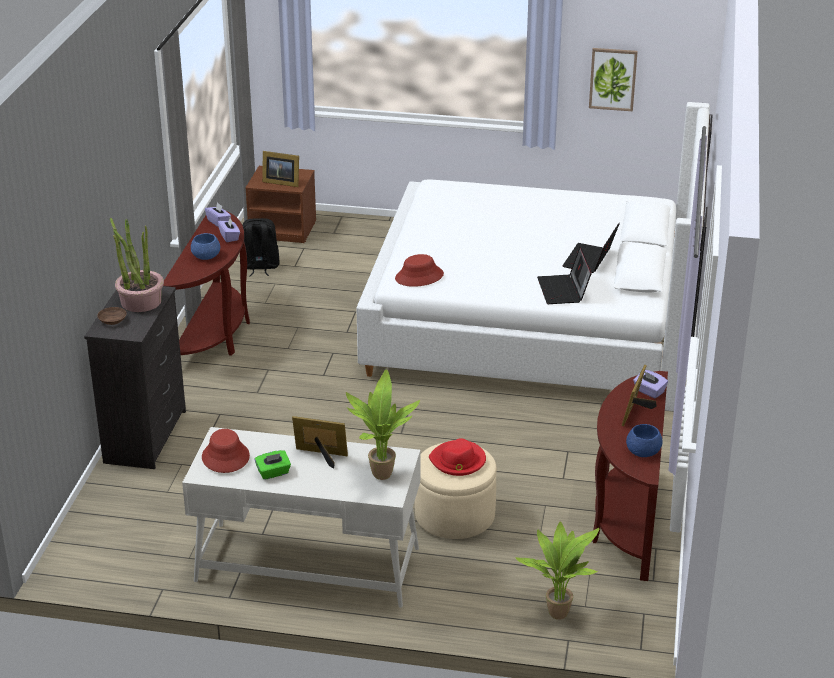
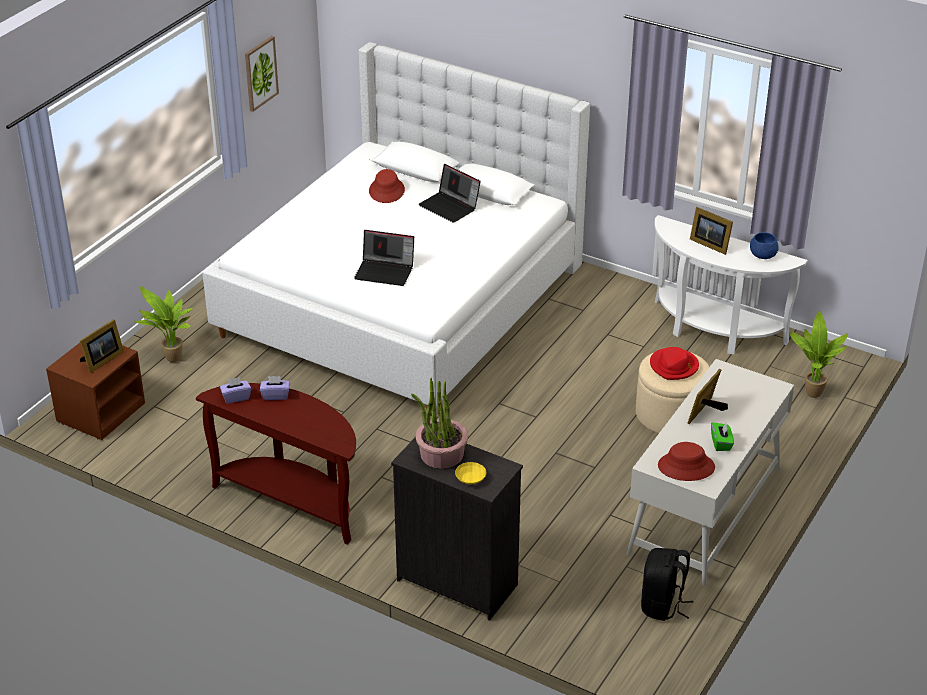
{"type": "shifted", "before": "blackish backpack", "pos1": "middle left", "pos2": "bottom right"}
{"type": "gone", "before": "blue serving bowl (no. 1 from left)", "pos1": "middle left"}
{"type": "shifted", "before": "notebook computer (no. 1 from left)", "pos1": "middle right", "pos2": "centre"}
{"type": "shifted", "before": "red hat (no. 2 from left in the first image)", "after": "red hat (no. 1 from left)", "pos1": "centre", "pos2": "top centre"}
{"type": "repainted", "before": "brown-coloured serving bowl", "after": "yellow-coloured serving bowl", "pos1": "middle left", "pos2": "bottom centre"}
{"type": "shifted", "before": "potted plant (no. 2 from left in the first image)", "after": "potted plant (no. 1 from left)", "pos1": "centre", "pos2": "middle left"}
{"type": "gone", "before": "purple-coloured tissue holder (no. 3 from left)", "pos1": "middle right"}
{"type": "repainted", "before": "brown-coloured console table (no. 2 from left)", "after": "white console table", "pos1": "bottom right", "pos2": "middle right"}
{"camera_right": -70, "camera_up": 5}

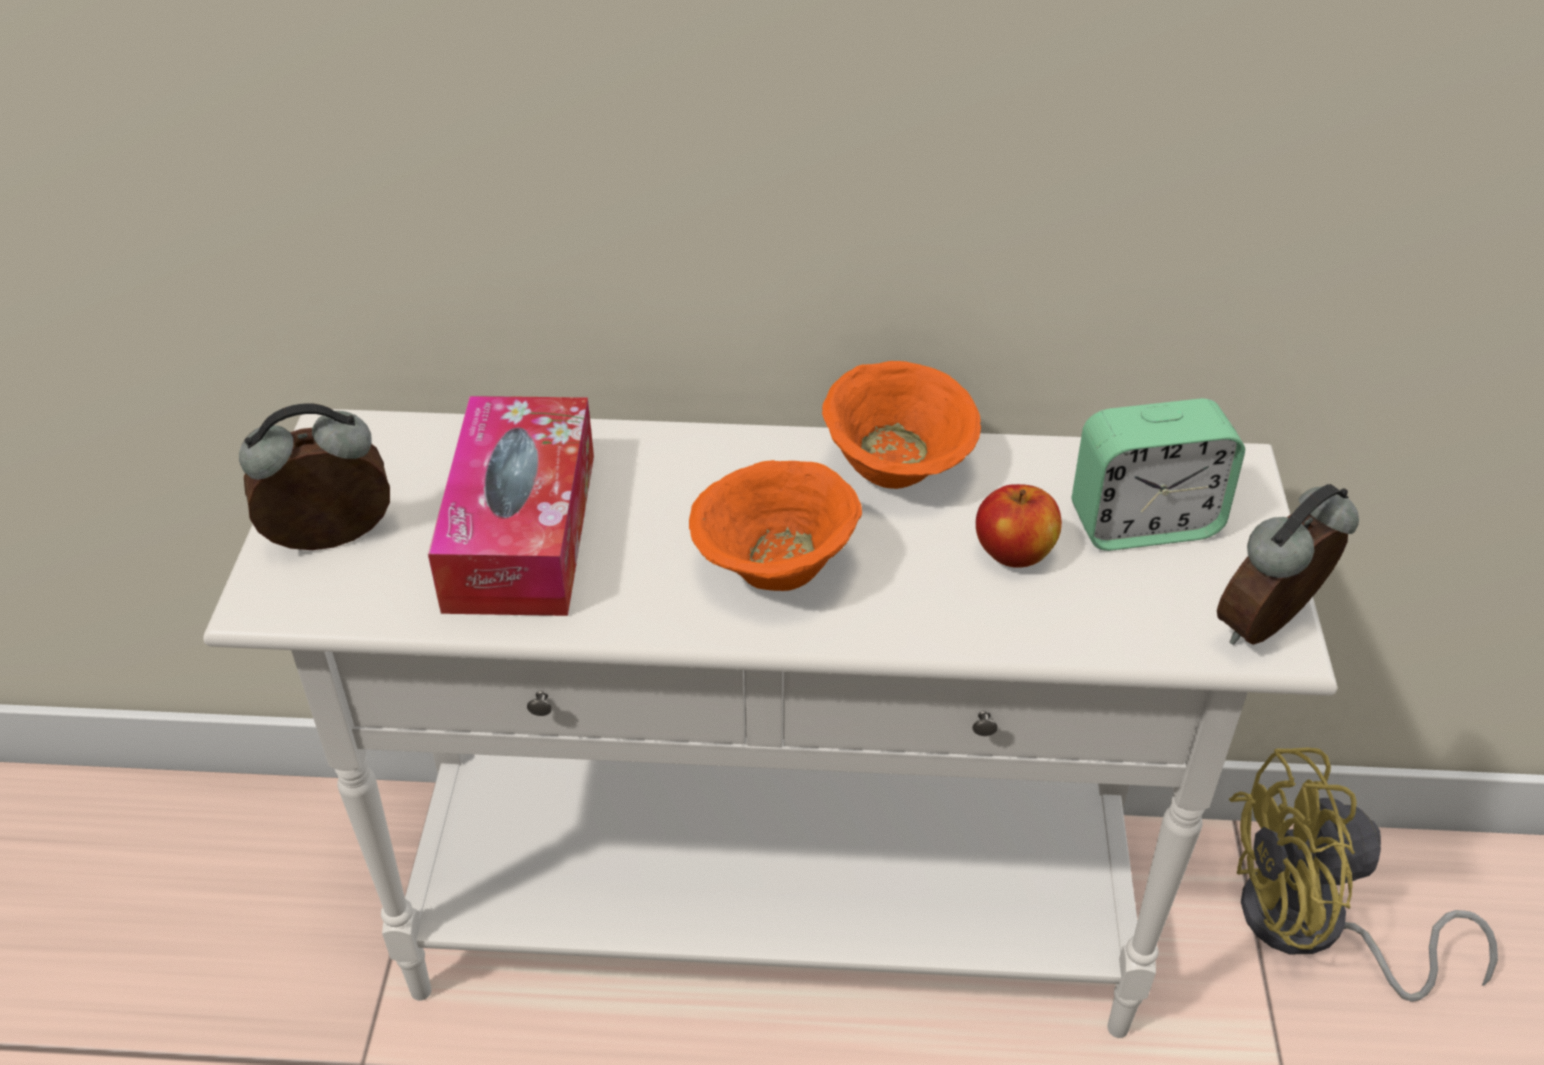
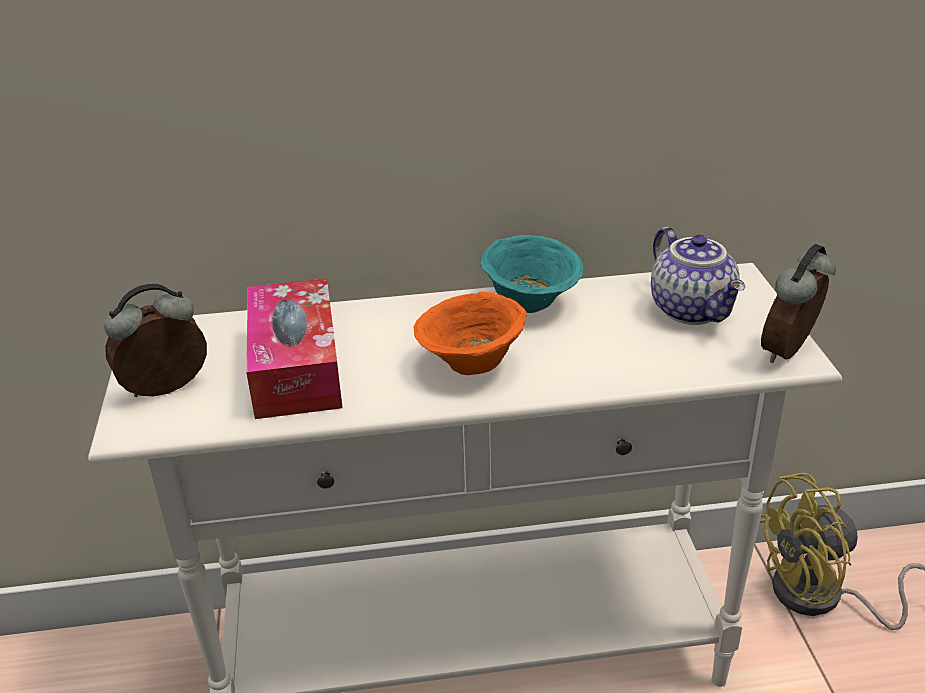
{"type": "repainted", "before": "orange-coloured serving bowl (no. 2 from left)", "after": "turquoise serving bowl", "pos1": "centre", "pos2": "centre"}
{"type": "swapped", "before": "alarm clock (no. 2 from left)", "after": "tea pot", "pos1": "middle right", "pos2": "middle right"}
{"type": "gone", "before": "whole apple", "pos1": "centre"}
{"camera_right": -10, "camera_up": -10}

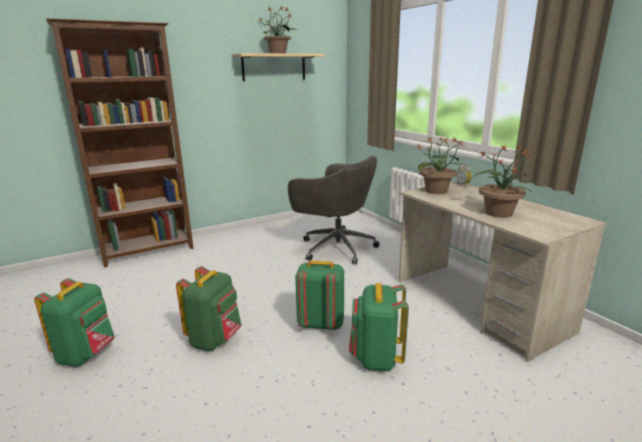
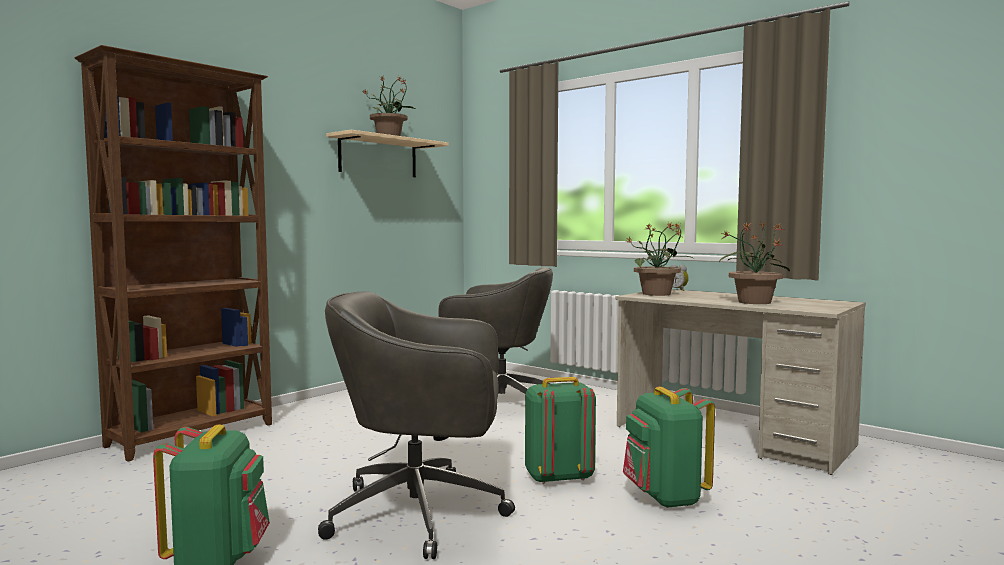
{"type": "swapped", "before": "greenish backpack (no. 2 from left)", "after": "greyish desk chair (no. 1 from left)", "pos1": "bottom left", "pos2": "bottom centre"}
{"camera_right": -20, "camera_up": -15}

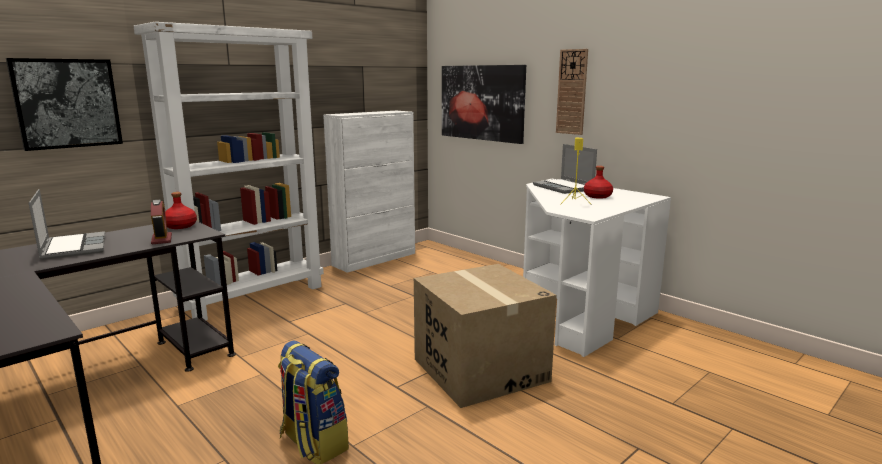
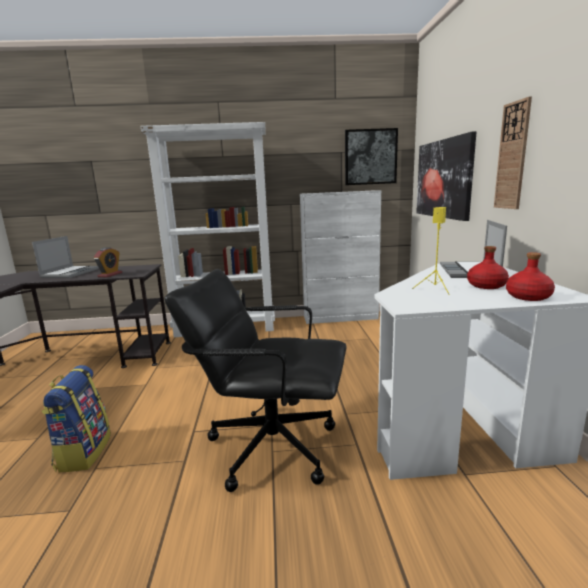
{"type": "shifted", "before": "picture (no. 1 from left)", "pos1": "top left", "pos2": "top centre"}
{"type": "shifted", "before": "red bottle (no. 1 from left in the first image)", "after": "red bottle (no. 2 from left)", "pos1": "middle left", "pos2": "middle right"}
{"type": "swapped", "before": "packing box", "after": "blackish desk chair", "pos1": "bottom centre", "pos2": "centre"}
{"camera_right": 40, "camera_up": 0}

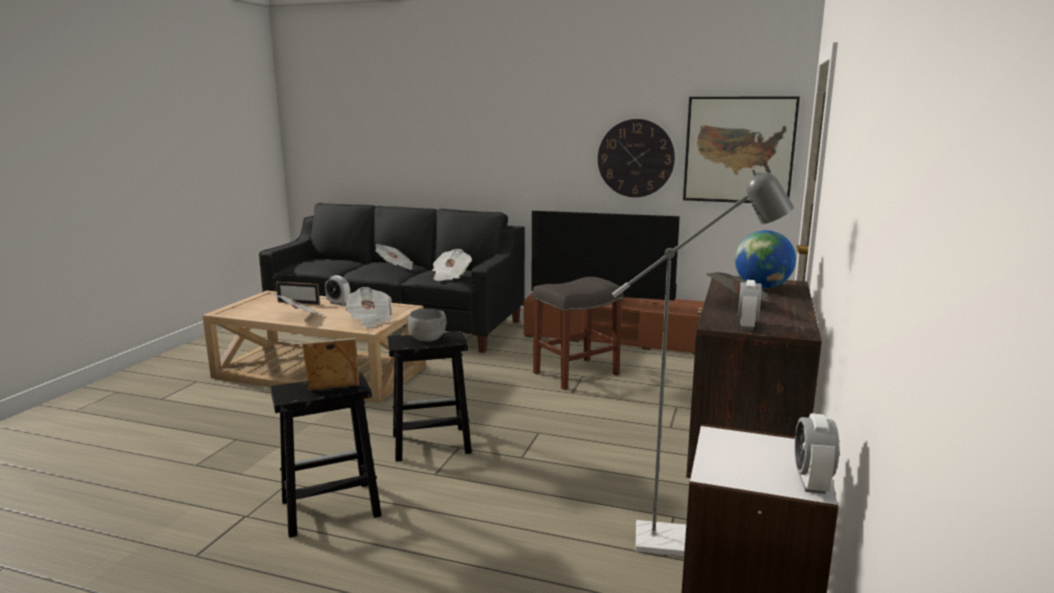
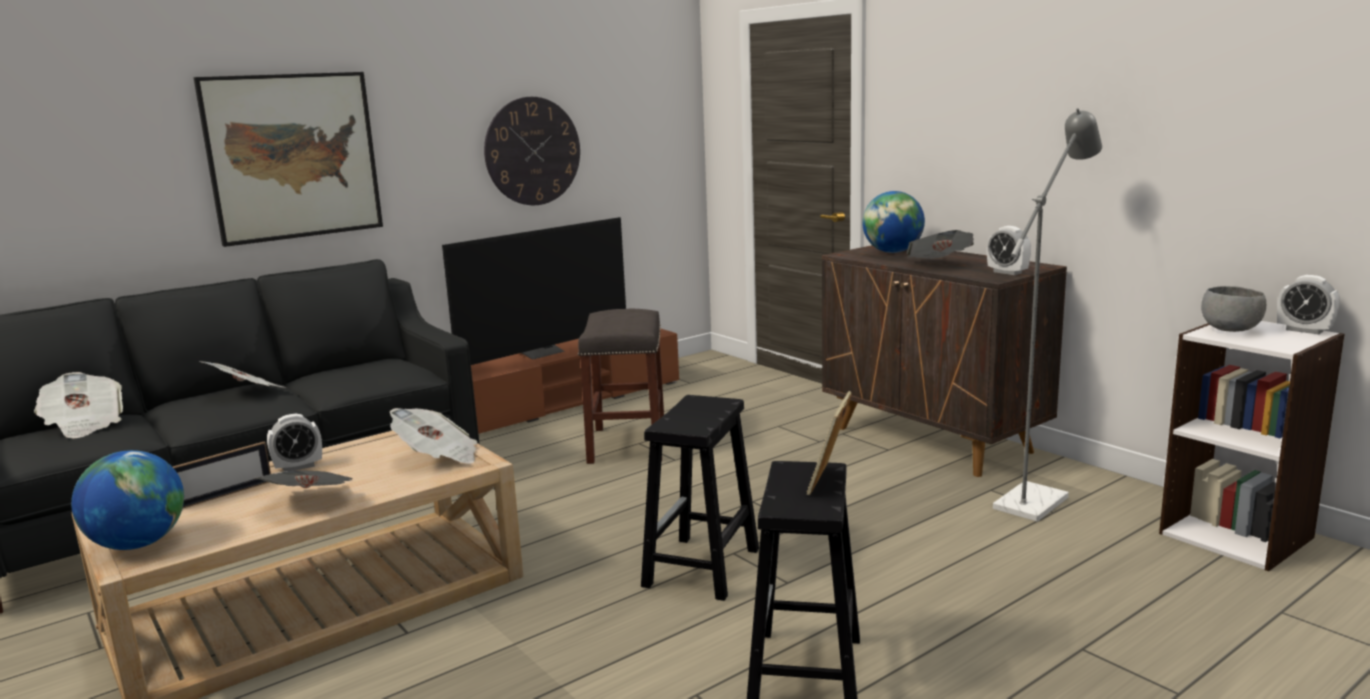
{"type": "shifted", "before": "picture", "pos1": "top right", "pos2": "top left"}
{"type": "shifted", "before": "daily paper (no. 4 from left in the first image)", "after": "daily paper (no. 1 from left)", "pos1": "centre", "pos2": "middle left"}
{"type": "shifted", "before": "greyish serving bowl", "pos1": "centre", "pos2": "middle right"}
{"type": "new", "after": "world globe (no. 1 from left)", "pos2": "bottom left"}
{"camera_right": -55, "camera_up": 0}

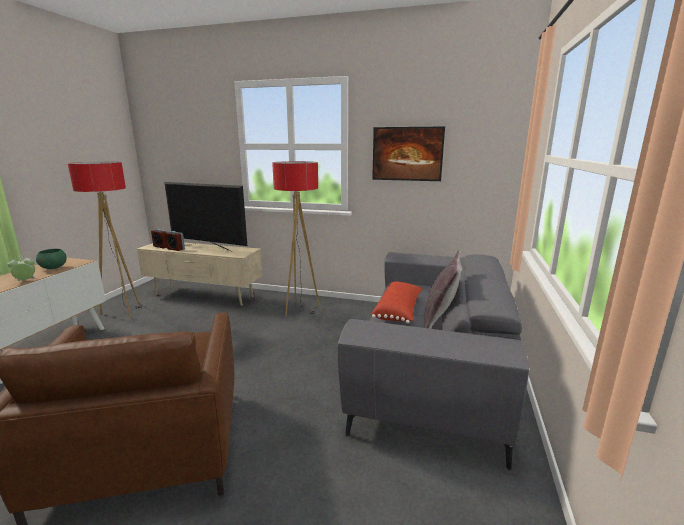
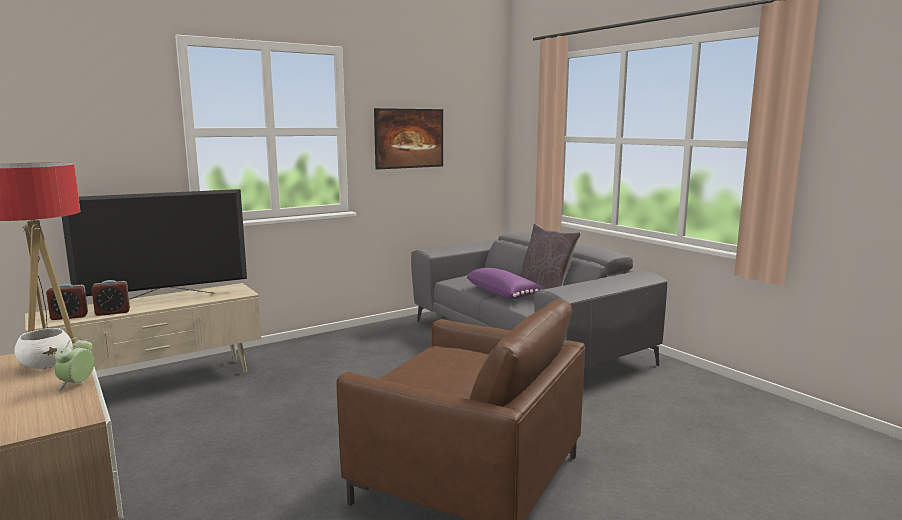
{"type": "gone", "before": "floor lamp (no. 2 from left)", "pos1": "centre"}
{"type": "repainted", "before": "greenish serving bowl", "after": "white serving bowl", "pos1": "middle left", "pos2": "bottom left"}
{"type": "repainted", "before": "red cushion", "after": "purple-coloured cushion", "pos1": "centre", "pos2": "centre"}
{"camera_right": -50, "camera_up": -5}

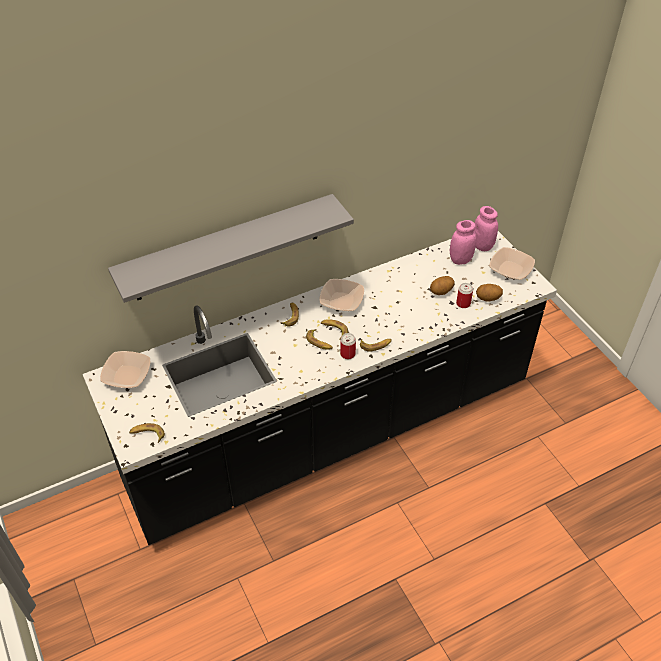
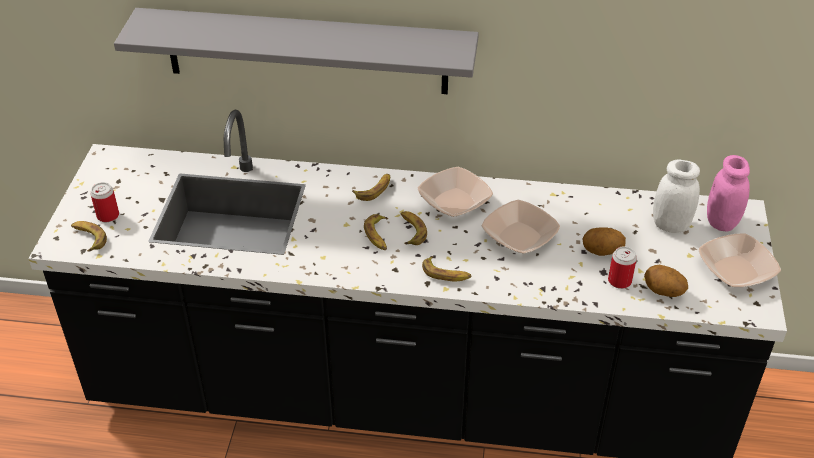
{"type": "repainted", "before": "pink jar (no. 1 from left)", "after": "white jar", "pos1": "middle right", "pos2": "middle right"}
{"type": "shifted", "before": "can (no. 1 from left)", "pos1": "centre", "pos2": "middle left"}
{"type": "shifted", "before": "serving bowl (no. 1 from left in the first image)", "after": "serving bowl (no. 2 from left)", "pos1": "middle left", "pos2": "centre"}
{"camera_right": 35, "camera_up": -5}

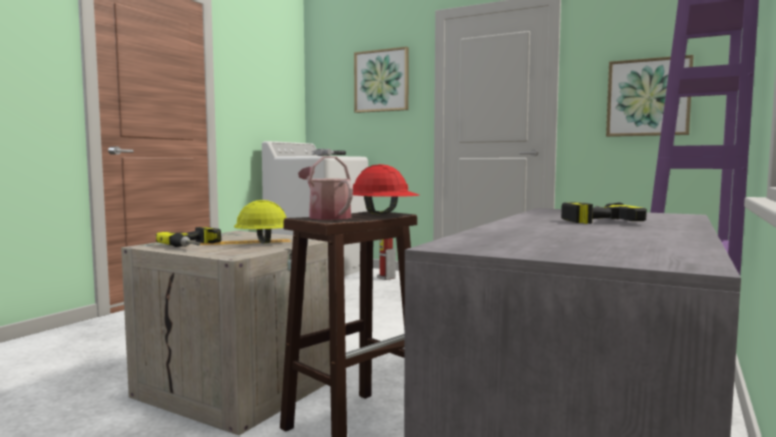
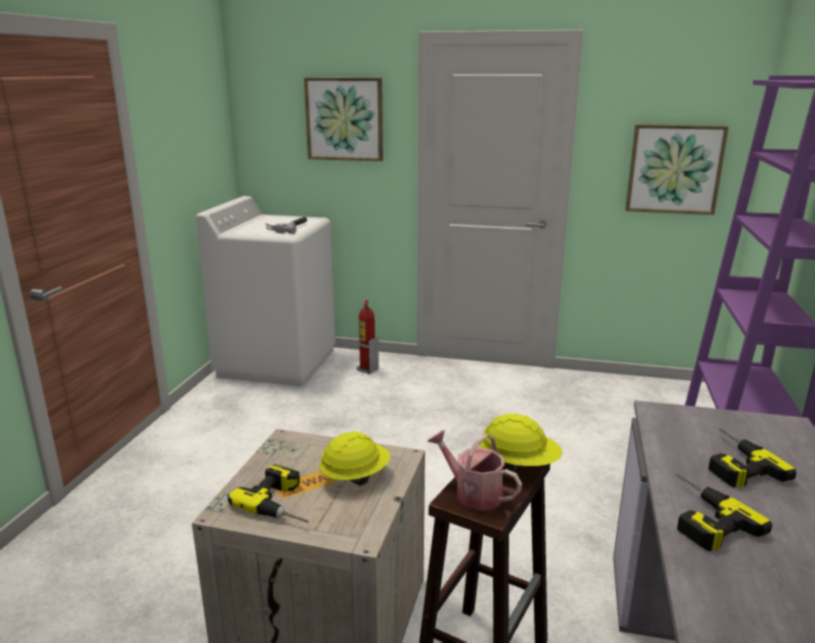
{"type": "repainted", "before": "red work helmet", "after": "yellow-coloured work helmet (no. 2 from left)", "pos1": "centre", "pos2": "bottom centre"}
{"type": "new", "after": "power drill (no. 2 from left)", "pos2": "bottom right"}
{"camera_right": -15, "camera_up": 15}

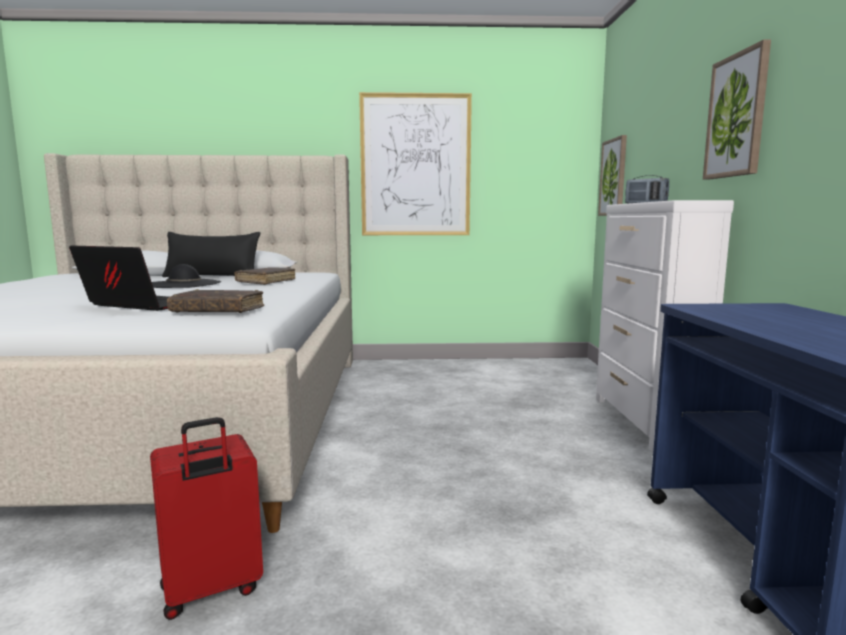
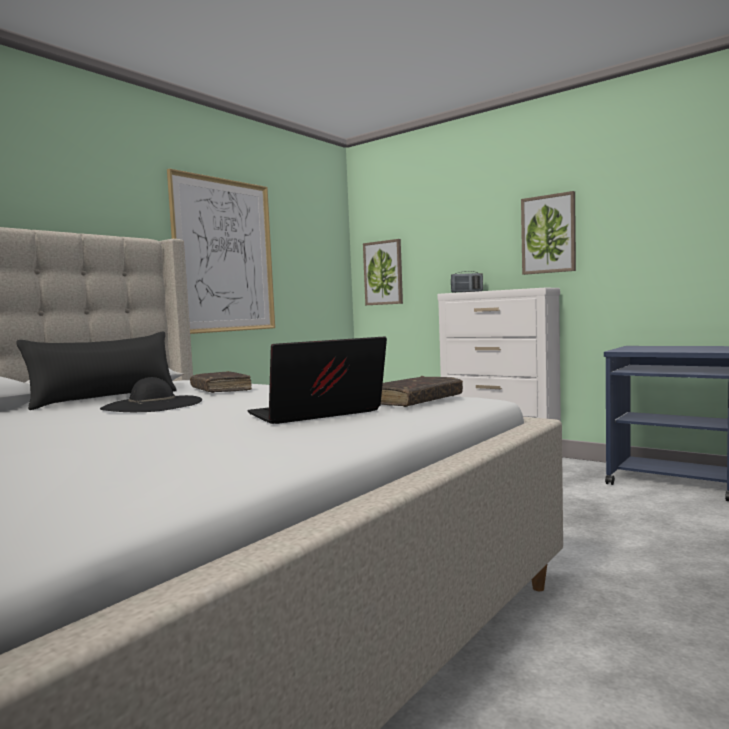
{"type": "gone", "before": "red piece of luggage", "pos1": "bottom left"}
{"camera_right": -50, "camera_up": -5}

